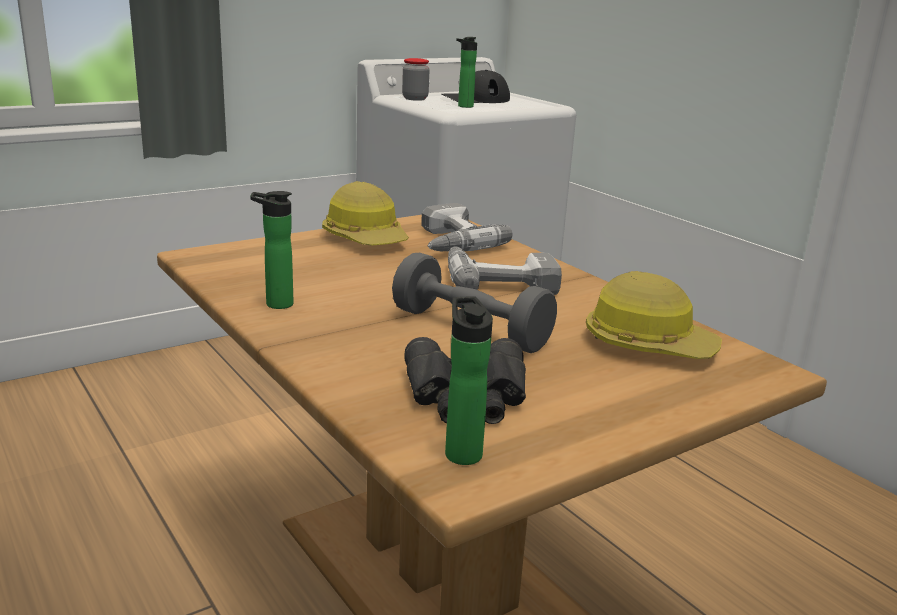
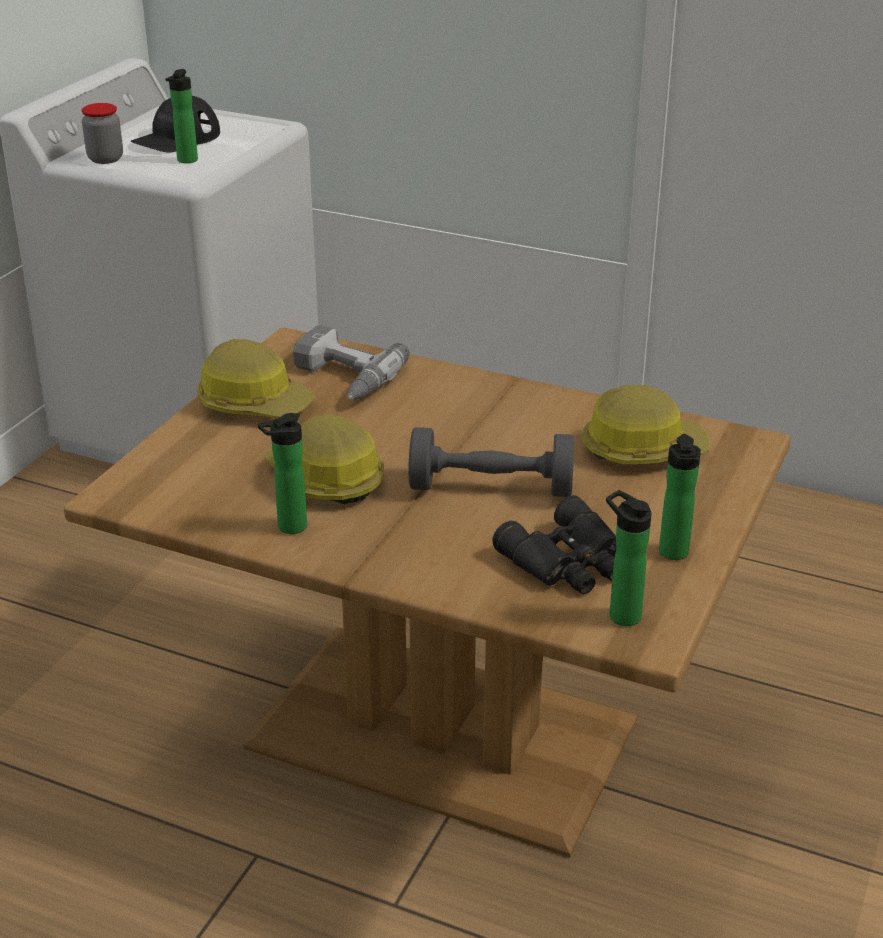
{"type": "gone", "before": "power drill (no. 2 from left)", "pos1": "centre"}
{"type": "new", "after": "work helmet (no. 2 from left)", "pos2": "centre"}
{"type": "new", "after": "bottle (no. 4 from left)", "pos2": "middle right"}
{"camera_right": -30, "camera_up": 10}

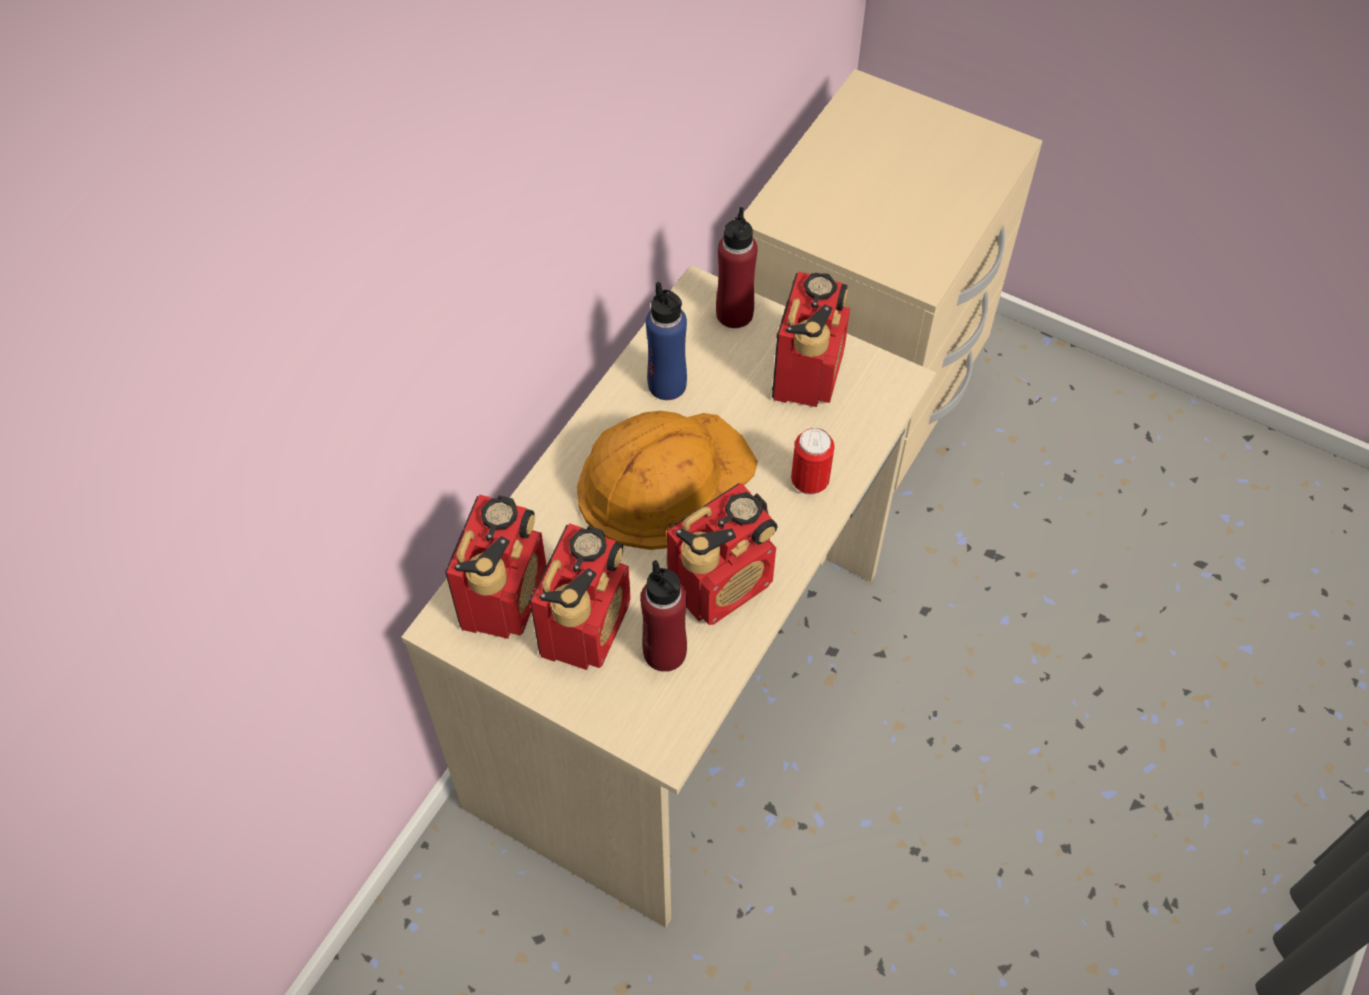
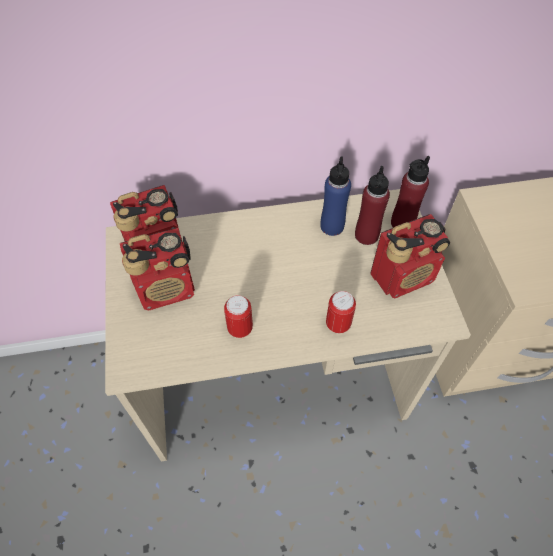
{"type": "gone", "before": "orange-coloured work helmet", "pos1": "centre"}
{"type": "swapped", "before": "radio (no. 3 from left)", "after": "can (no. 1 from left)", "pos1": "centre", "pos2": "centre"}
{"type": "shifted", "before": "red bottle (no. 1 from left)", "pos1": "centre", "pos2": "middle right"}
{"camera_right": 50, "camera_up": 0}

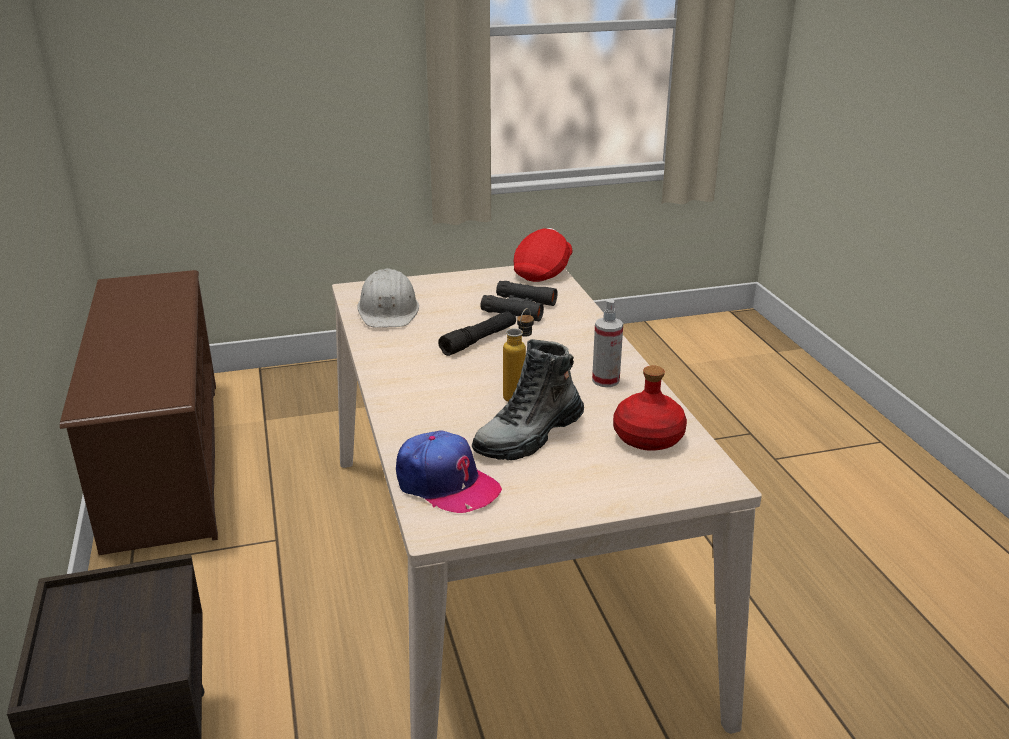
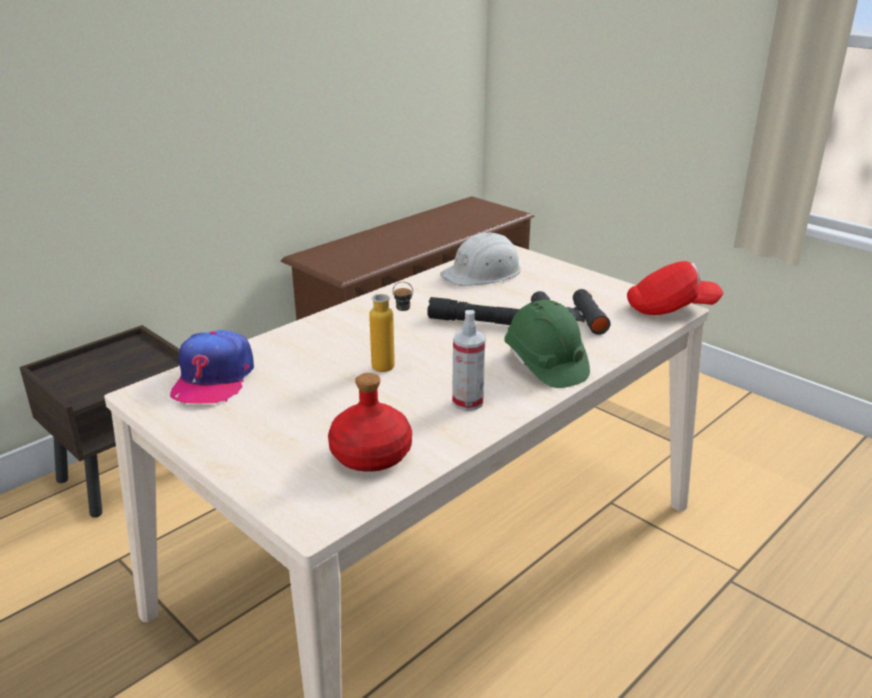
{"type": "gone", "before": "tall boot", "pos1": "centre"}
{"type": "new", "after": "greenish work helmet", "pos2": "centre"}
{"camera_right": 60, "camera_up": 0}

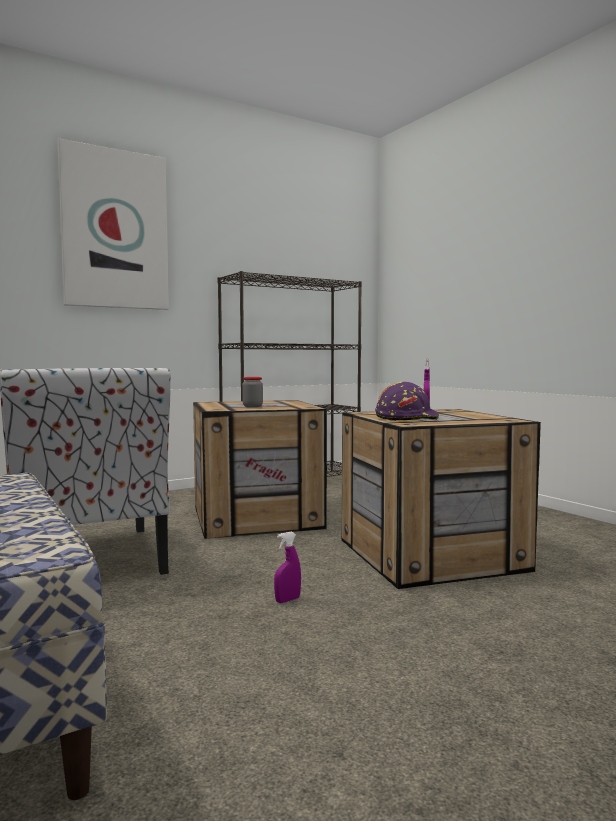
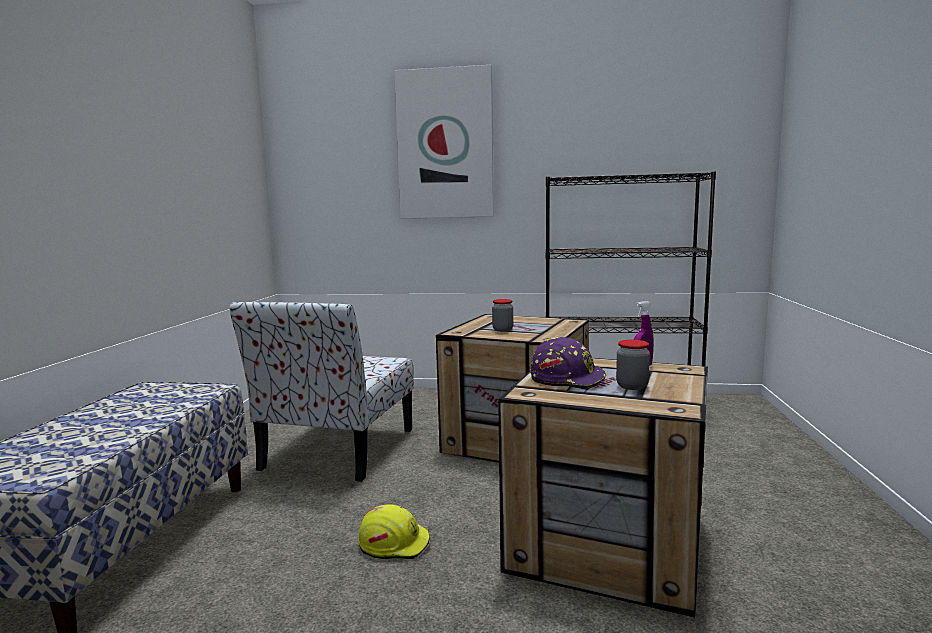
{"type": "swapped", "before": "purple-coloured spray bottle (no. 1 from left)", "after": "yellow-coloured work helmet", "pos1": "bottom centre", "pos2": "bottom centre"}
{"type": "new", "after": "jar (no. 2 from left)", "pos2": "middle right"}
{"camera_right": 40, "camera_up": 5}

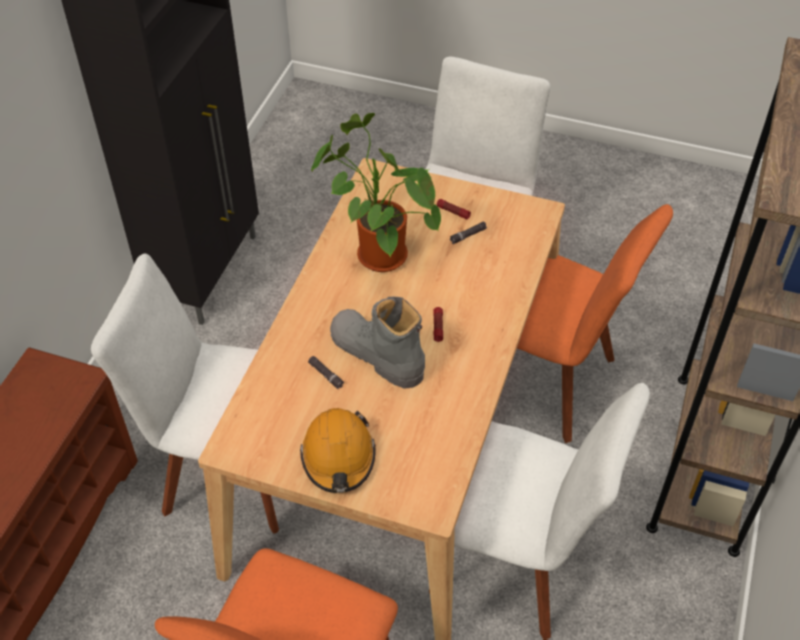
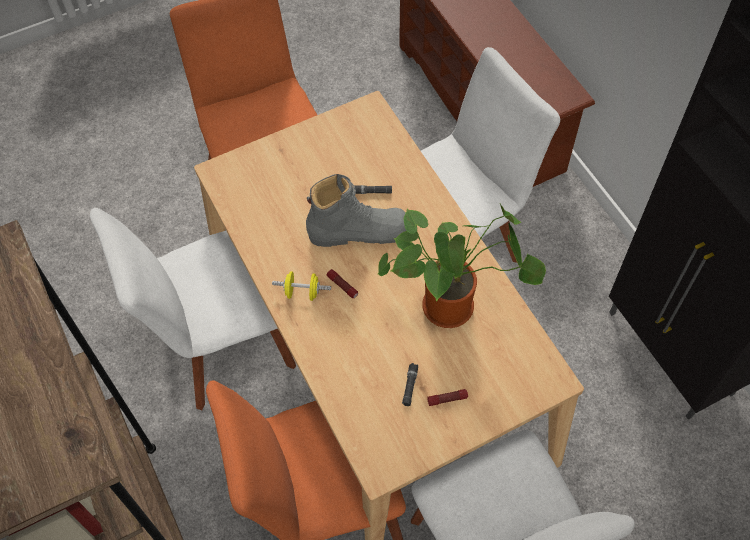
{"type": "gone", "before": "orange-coloured work helmet", "pos1": "bottom centre"}
{"type": "new", "after": "yellow-coloured free weight", "pos2": "centre"}
{"camera_right": 135, "camera_up": 10}

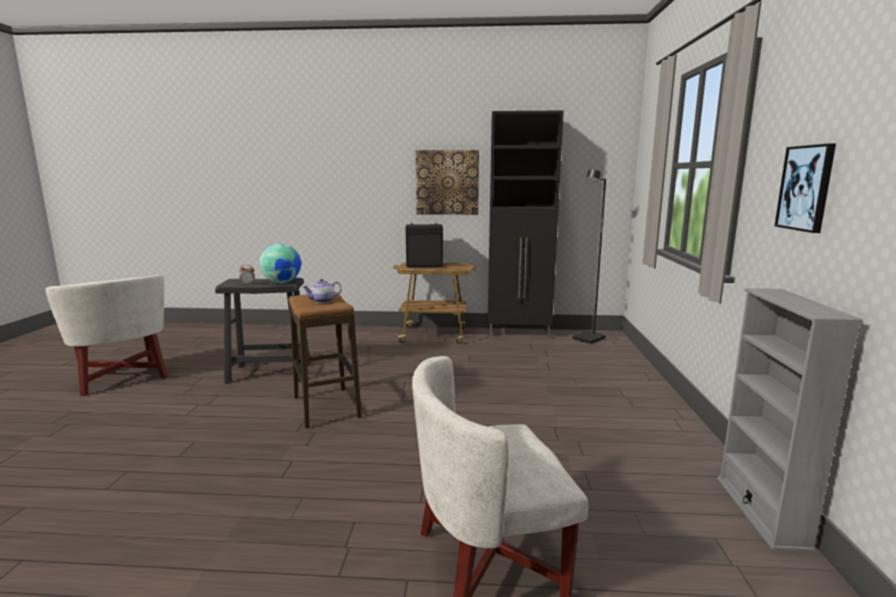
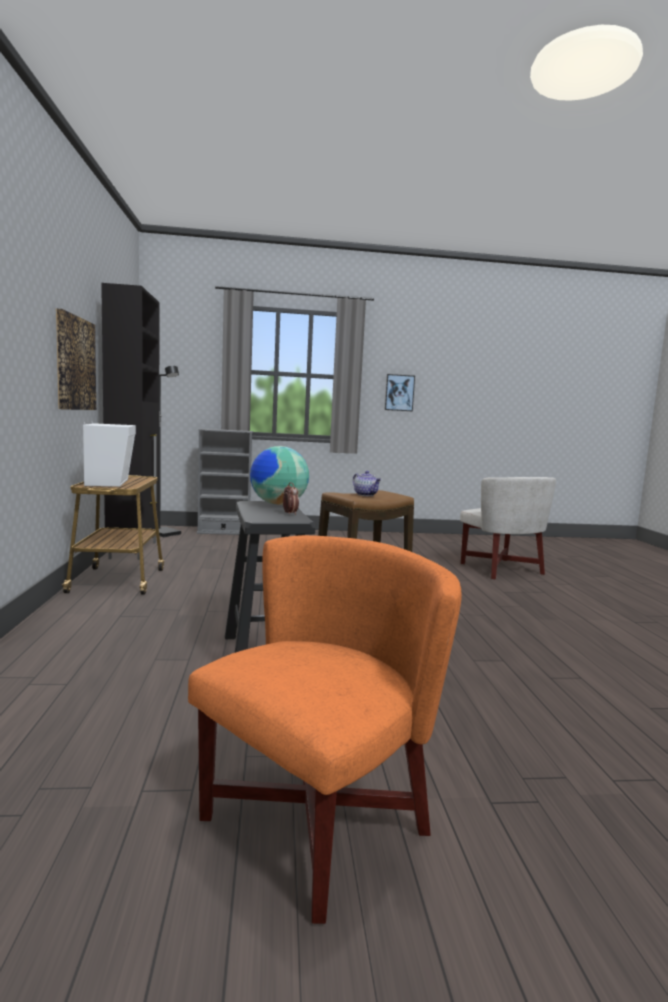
{"type": "repainted", "before": "blackish loudspeaker", "after": "white loudspeaker", "pos1": "centre", "pos2": "middle left"}
{"type": "repainted", "before": "white lounge chair (no. 1 from left)", "after": "orange-coloured lounge chair", "pos1": "middle left", "pos2": "bottom centre"}
{"type": "shifted", "before": "greyish bookcase", "pos1": "bottom right", "pos2": "centre"}
{"camera_right": -100, "camera_up": -5}

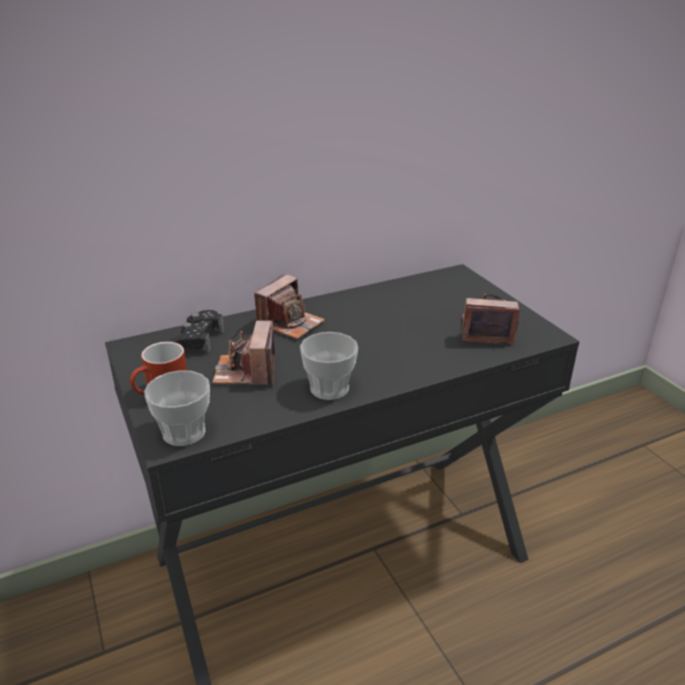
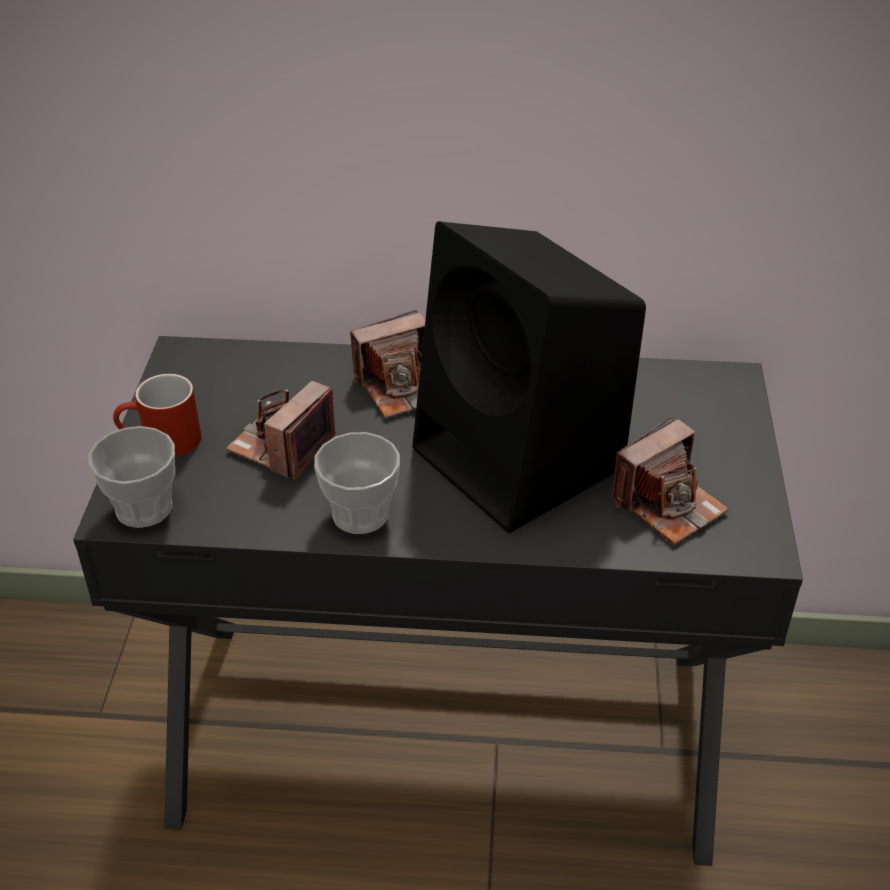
{"type": "rotated", "before": "photo camera (no. 3 from left)", "pos1": "middle right", "pos2": "middle right", "turn": 105}
{"type": "gone", "before": "blackish game controller", "pos1": "middle left"}
{"type": "new", "after": "blackish loudspeaker", "pos2": "centre"}
{"camera_right": 30, "camera_up": 10}

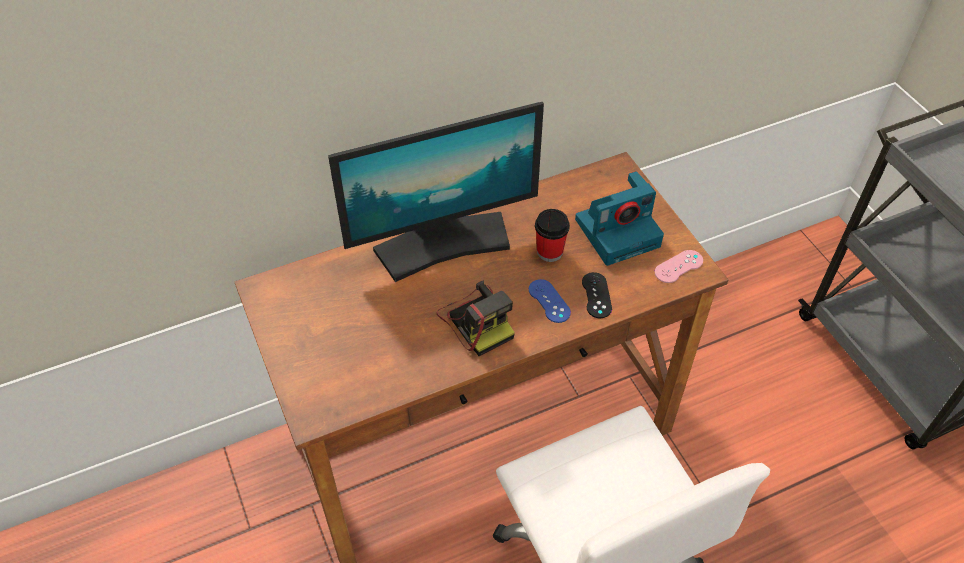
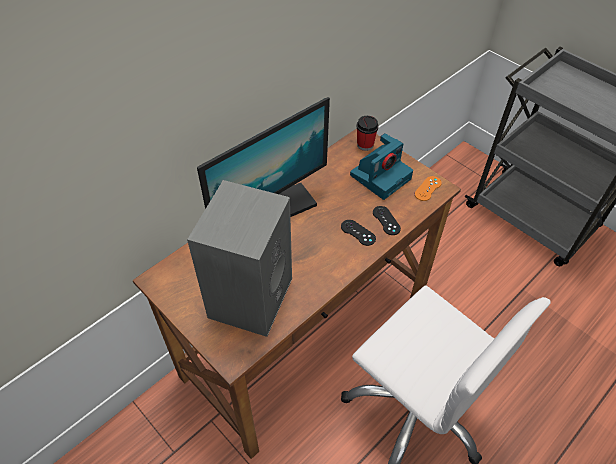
{"type": "shifted", "before": "cup", "pos1": "centre", "pos2": "top centre"}
{"type": "repainted", "before": "pink game controller", "after": "orange-coloured game controller", "pos1": "middle right", "pos2": "middle right"}
{"type": "repainted", "before": "blue game controller", "after": "blackish game controller (no. 1 from left)", "pos1": "centre", "pos2": "centre"}
{"type": "gone", "before": "photo camera (no. 1 from left)", "pos1": "centre"}
{"type": "new", "after": "greyish loudspeaker", "pos2": "centre"}
{"camera_right": -20, "camera_up": 0}

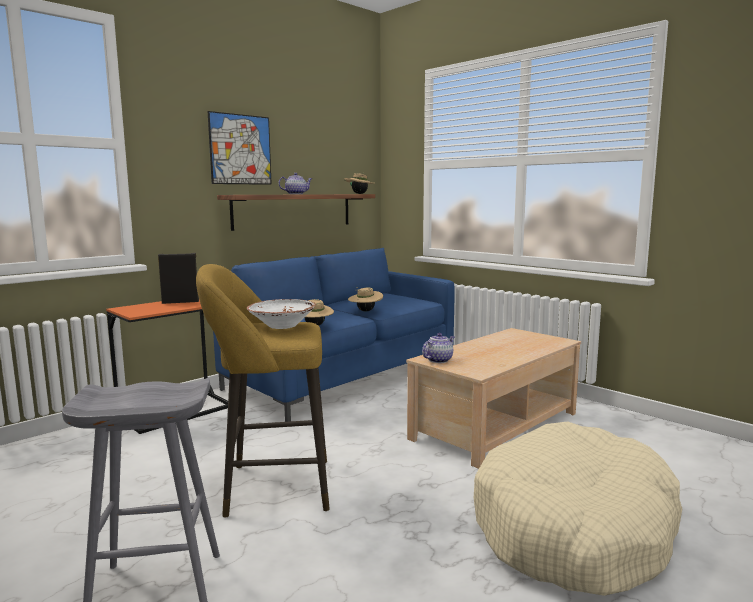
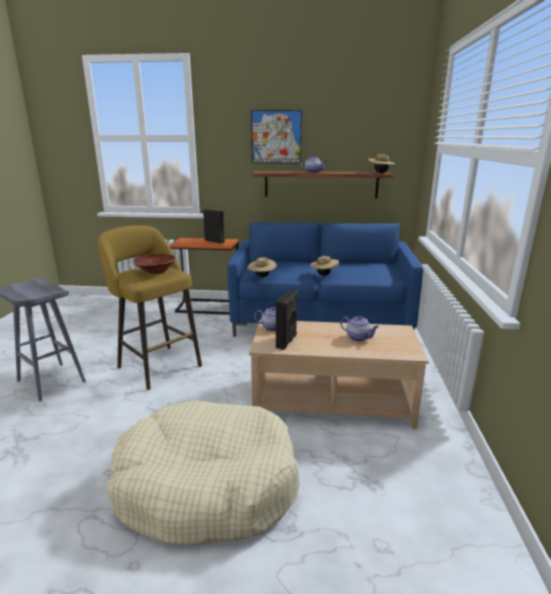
{"type": "repainted", "before": "white serving bowl", "after": "brown-coloured serving bowl", "pos1": "centre", "pos2": "middle left"}
{"type": "new", "after": "blackish loudspeaker (no. 2 from left)", "pos2": "centre"}
{"type": "new", "after": "tea pot (no. 3 from left)", "pos2": "centre"}
{"camera_right": 50, "camera_up": 10}

